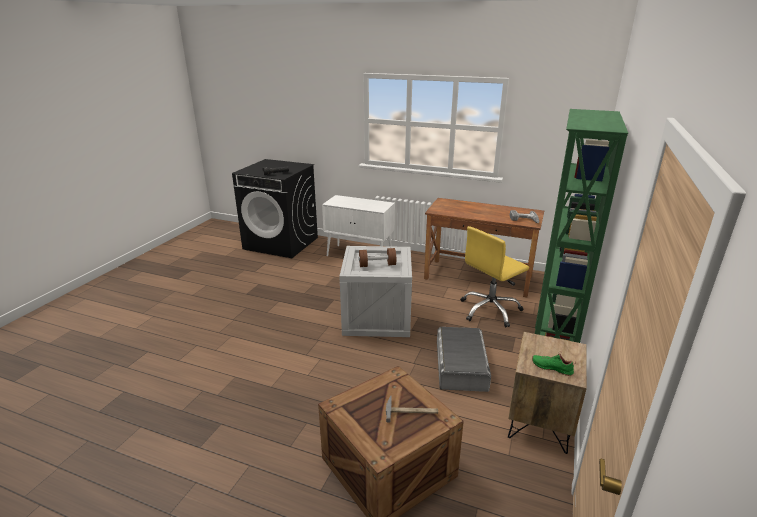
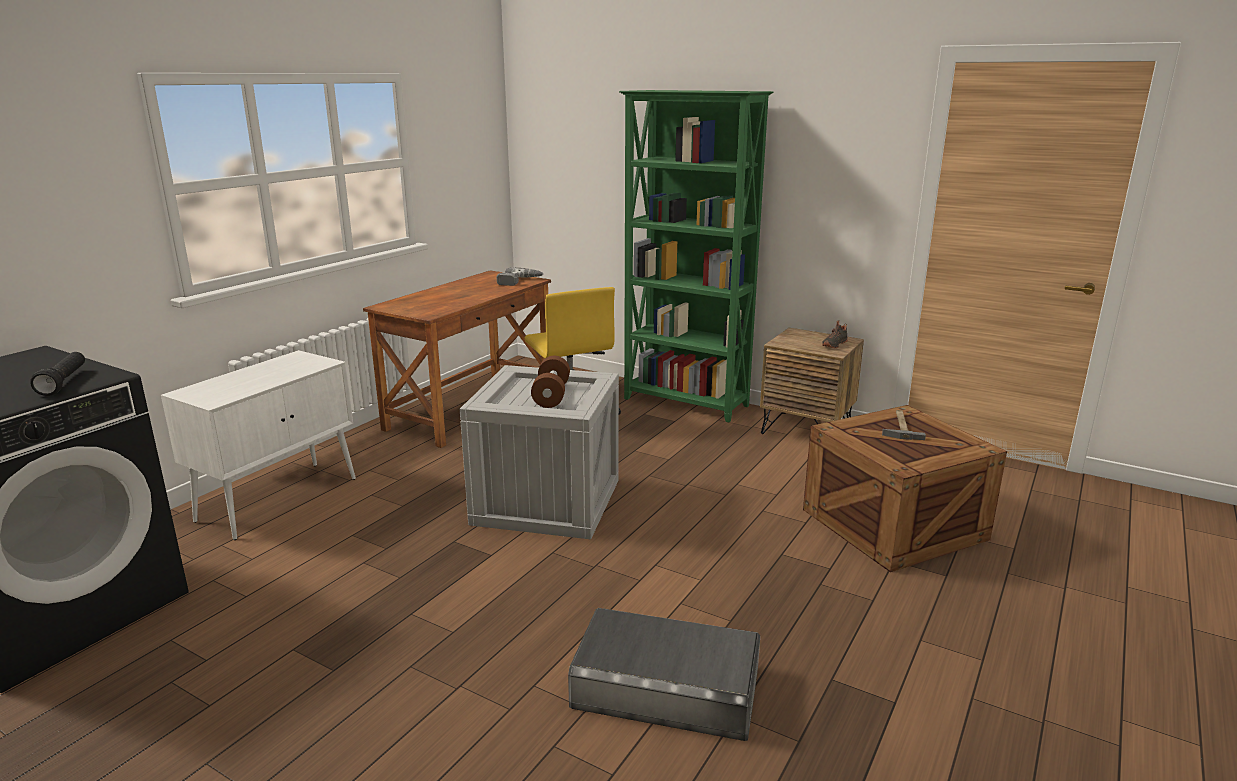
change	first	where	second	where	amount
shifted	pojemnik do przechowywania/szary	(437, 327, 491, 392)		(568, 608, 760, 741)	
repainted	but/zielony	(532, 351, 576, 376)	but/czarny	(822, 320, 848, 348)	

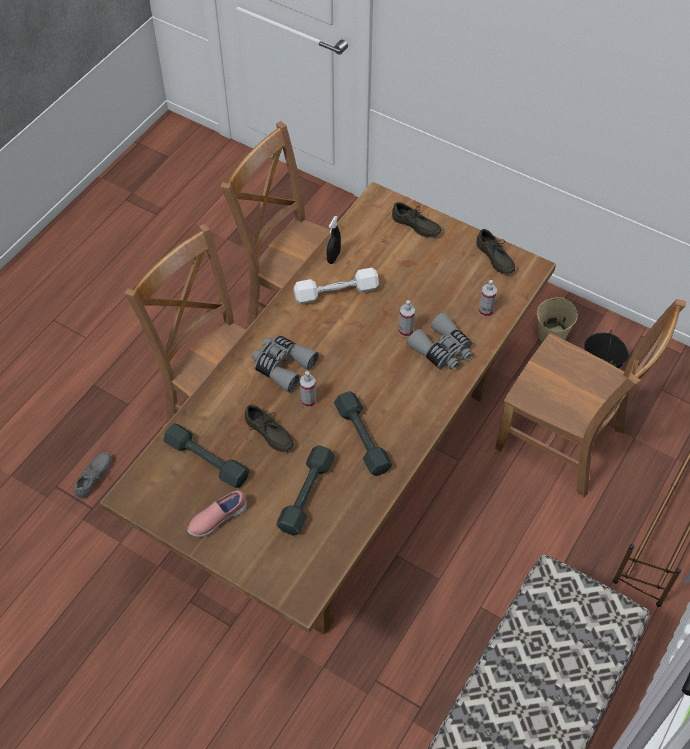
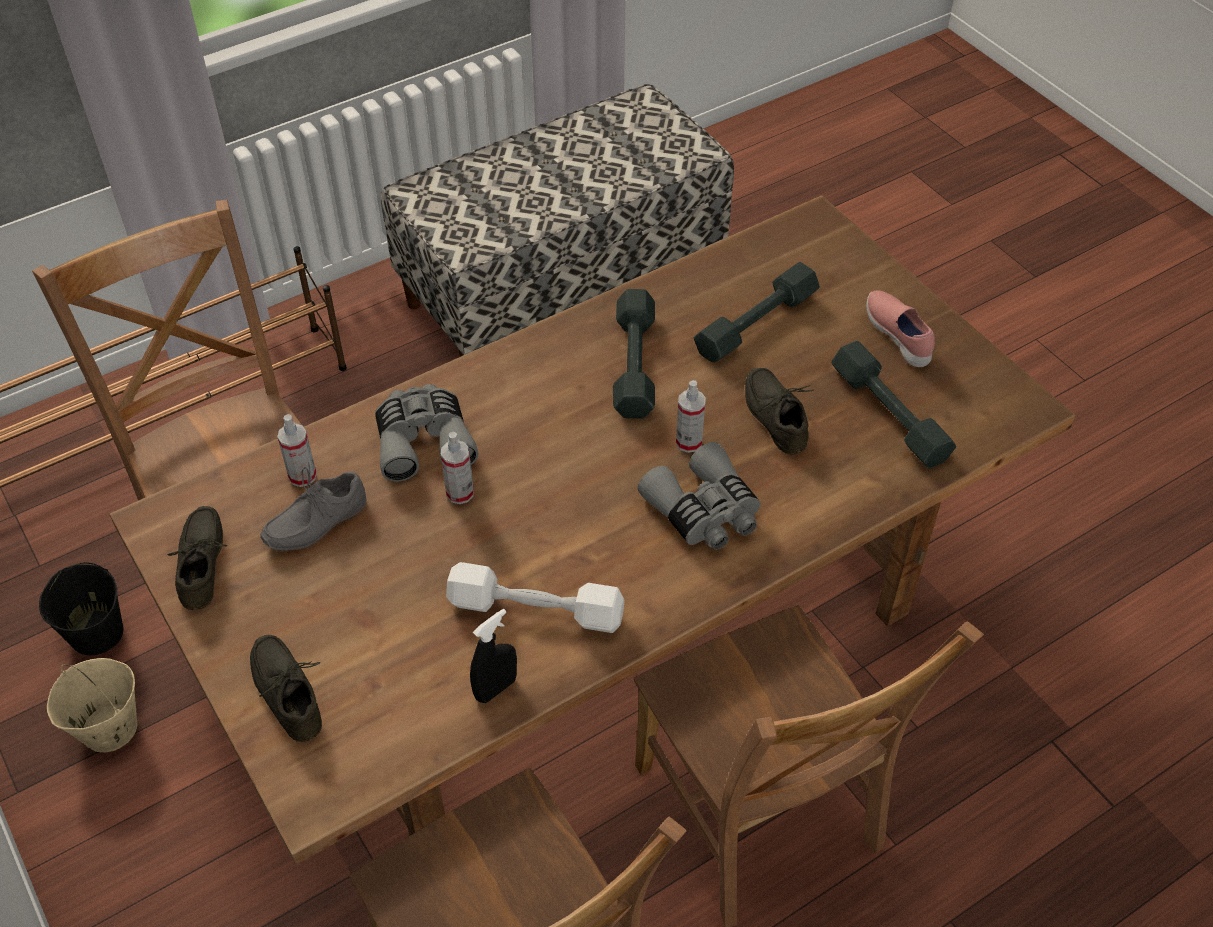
change	first	where	second	where	amount
shifted	but/szary	(74, 452, 112, 499)		(260, 462, 366, 551)	
rotated	but/różowy	(187, 490, 247, 537)		(866, 290, 935, 367)	105 degrees counterclockwise

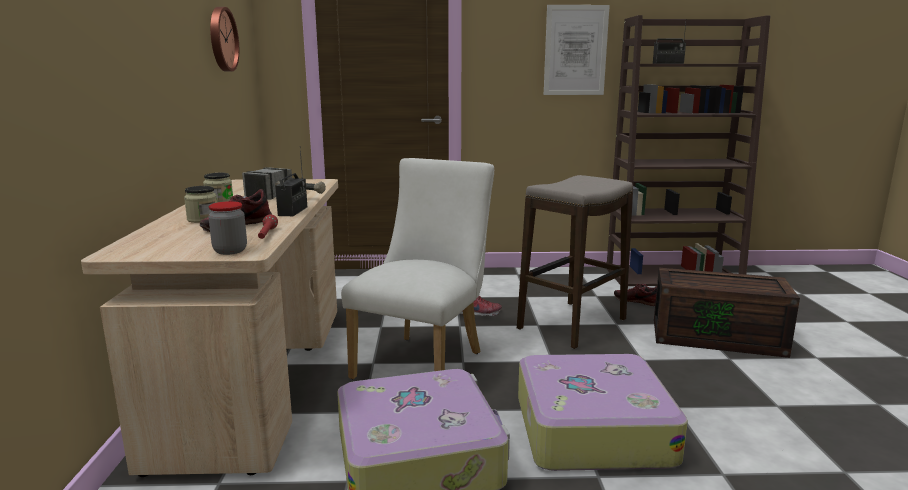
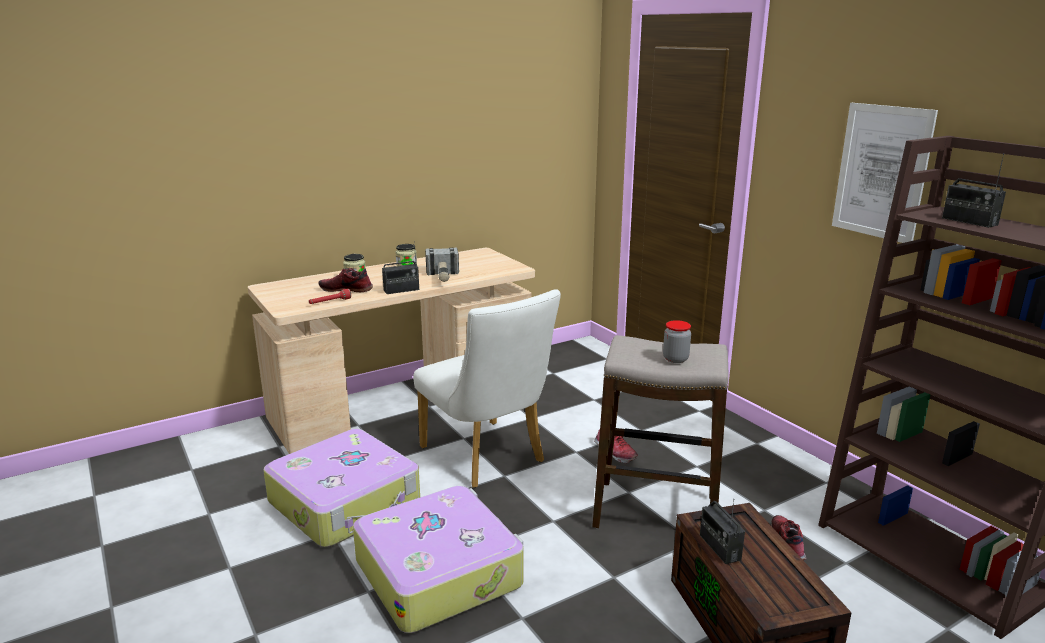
change	first	where	second	where	amount
shifted	słoik	(208, 201, 247, 255)		(663, 320, 691, 363)	
gone	zegar ścienny	(210, 7, 239, 71)			
rotated	krzesło/biały	(341, 158, 494, 379)		(413, 289, 561, 488)	60 degrees clockwise
new			radio	(700, 501, 745, 564)	

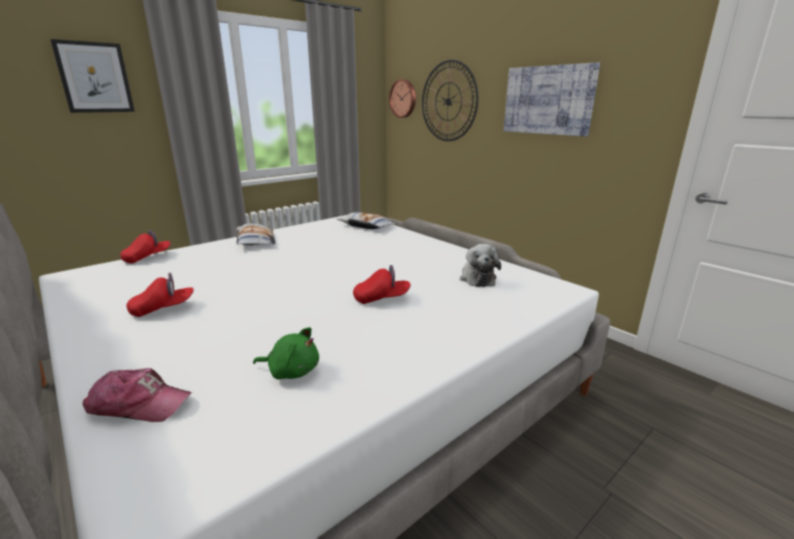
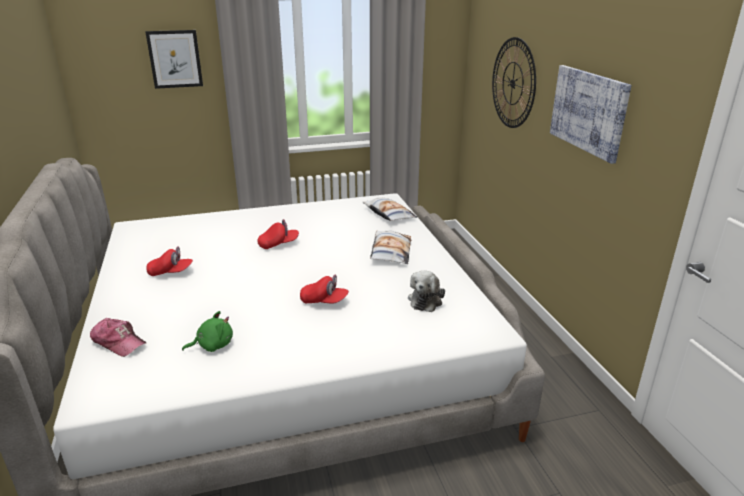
change	first	where	second	where	amount
shifted	czapka z daszkiem/czerwony	(120, 230, 171, 263)		(257, 219, 299, 249)	
shifted	poduszka	(237, 223, 276, 245)		(370, 230, 411, 264)	
rotated	pluszak/zielony	(253, 327, 319, 379)		(182, 311, 233, 352)	60 degrees counterclockwise
gone	zegar ścienny	(389, 79, 416, 118)			

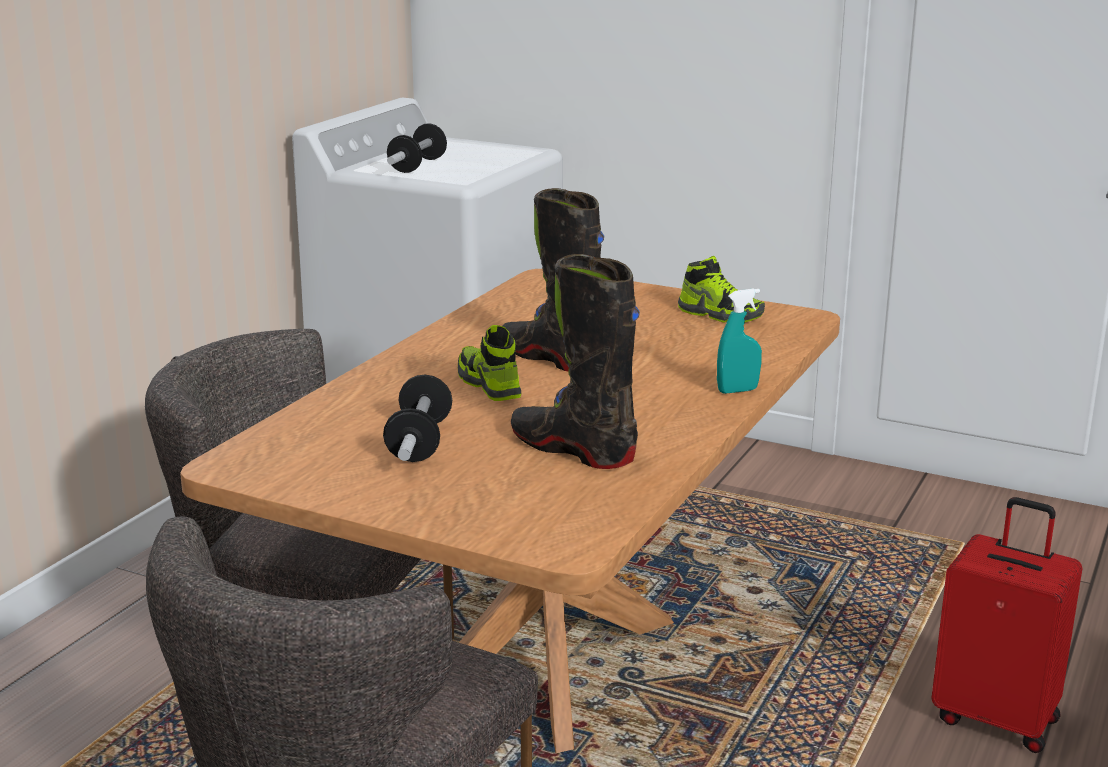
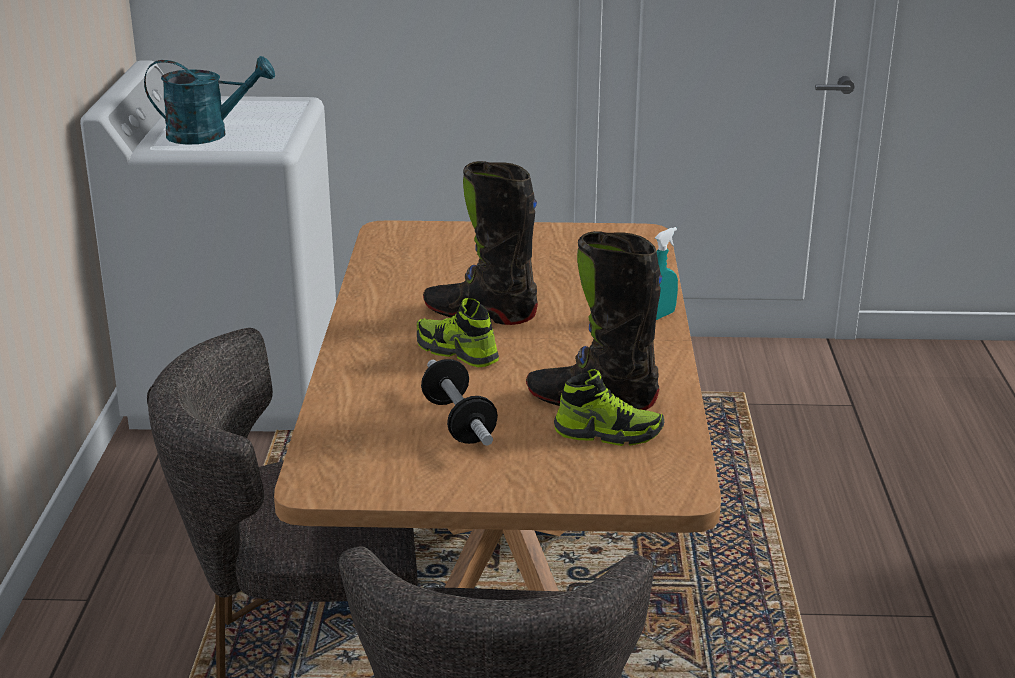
change	first	where	second	where	amount
swapped	hantel	(387, 123, 447, 173)	konewka/turkusowy	(144, 56, 275, 145)	
shifted	but	(678, 256, 765, 322)		(554, 369, 664, 446)	
gone	walizka/czerwony	(931, 497, 1083, 753)			

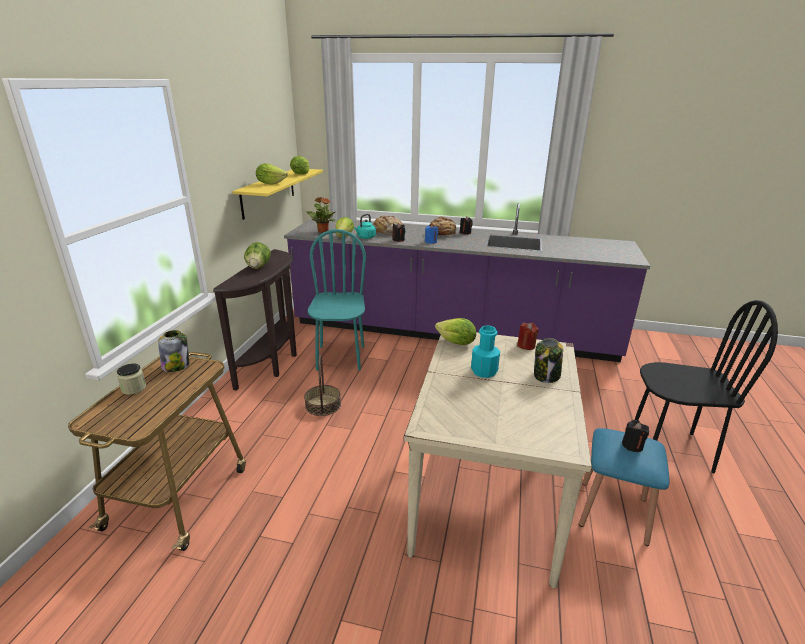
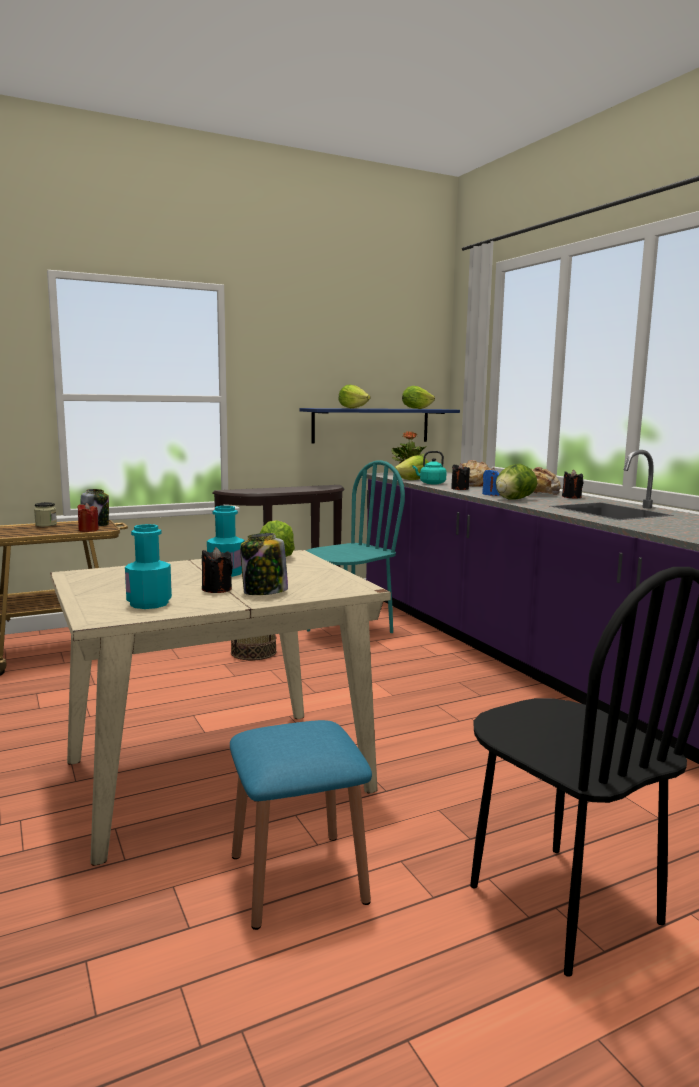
change	first	where	second	where	amount
repainted	półka/żółty	(232, 169, 323, 220)	półka/niebieski	(300, 408, 460, 444)	
shifted	sałata	(244, 242, 271, 269)		(496, 464, 537, 500)	
shifted	świeca/czerwony	(517, 323, 538, 350)		(77, 503, 99, 532)	
shifted	świeca/czarny	(622, 420, 649, 452)		(202, 547, 233, 593)	
new			butelka/turkusowy	(125, 524, 172, 609)	

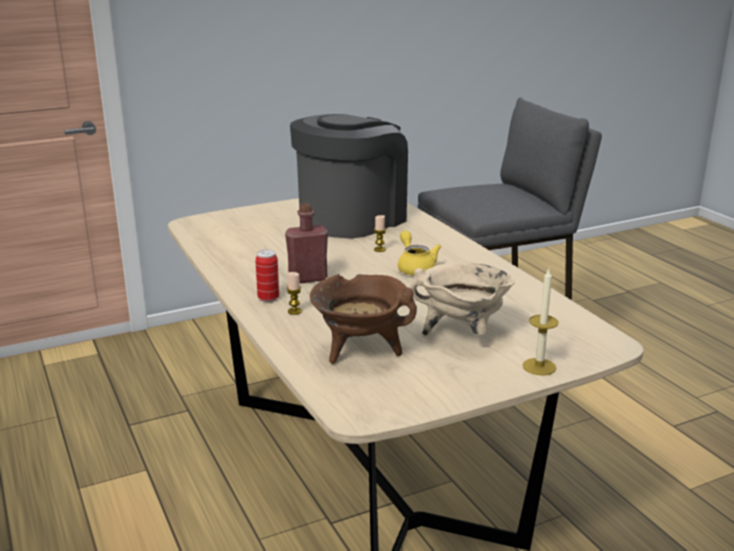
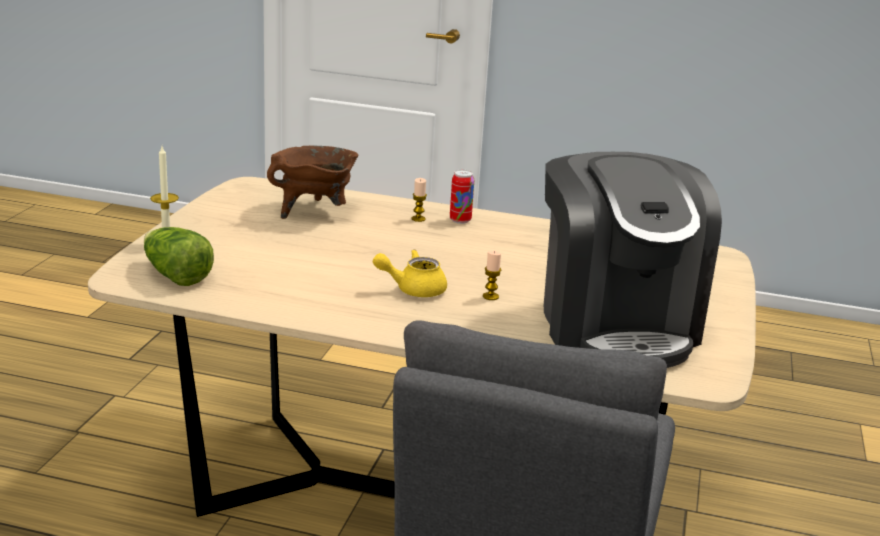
change	first	where	second	where	amount
gone	butelka/czerwony	(285, 203, 328, 283)			
rotated	imbryk/żółty	(398, 231, 441, 276)		(373, 249, 447, 297)	150 degrees clockwise
gone	garnek/beżowy	(410, 262, 515, 336)			
new			sałata	(144, 227, 214, 286)	

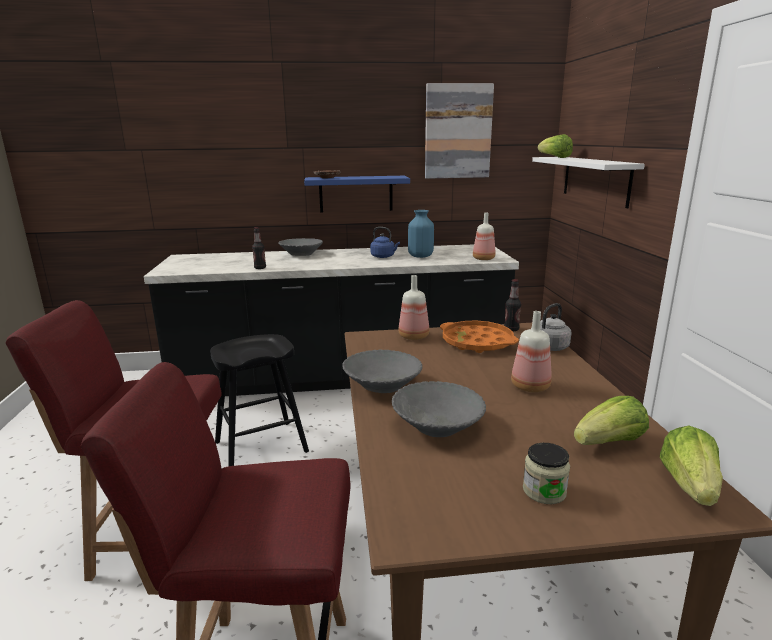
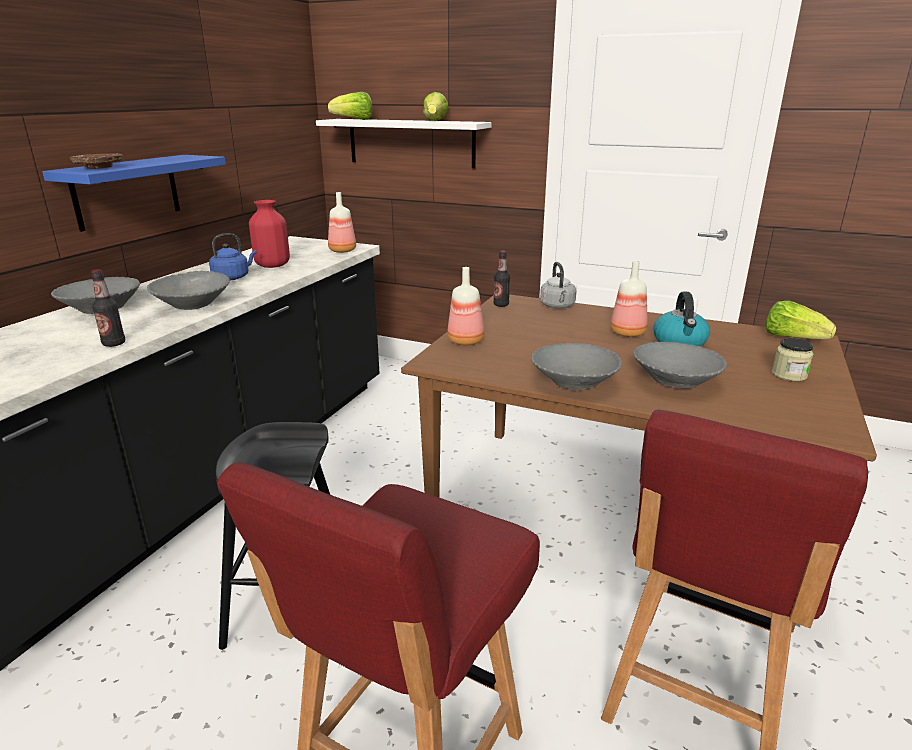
change	first	where	second	where	amount
repainted	wazon/niebieski	(408, 210, 434, 258)	wazon/czerwony	(249, 200, 290, 268)	
gone	obraz	(425, 83, 494, 179)			
gone	taca/pomarańczowy	(440, 321, 519, 353)			
shifted	sałata	(574, 396, 649, 445)		(423, 92, 449, 121)	
new			miska/szary	(147, 271, 230, 310)	
new			czajnik	(653, 292, 710, 346)	

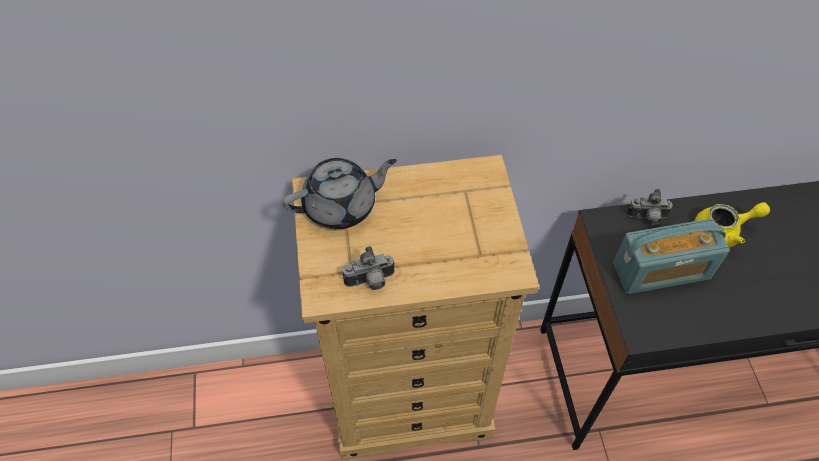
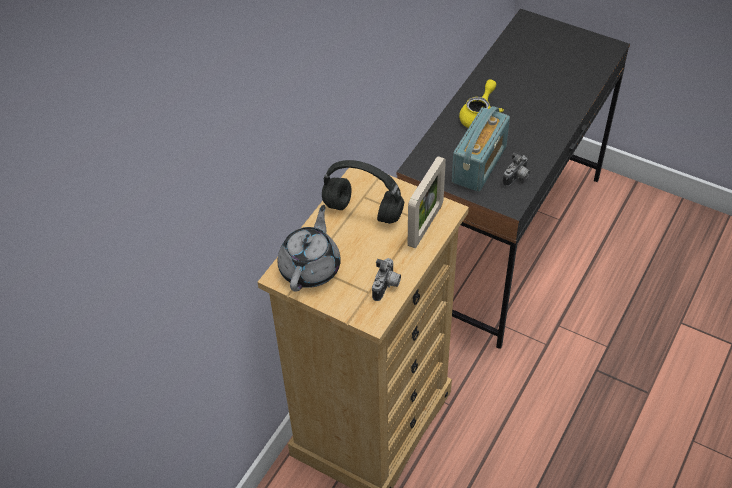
change	first	where	second	where	amount
shifted	aparat fotograficzny	(627, 189, 673, 225)		(503, 152, 530, 187)	
new			słuchawki/czarny	(322, 160, 404, 224)	
new			ramka na zdjęcie	(408, 156, 446, 248)	

